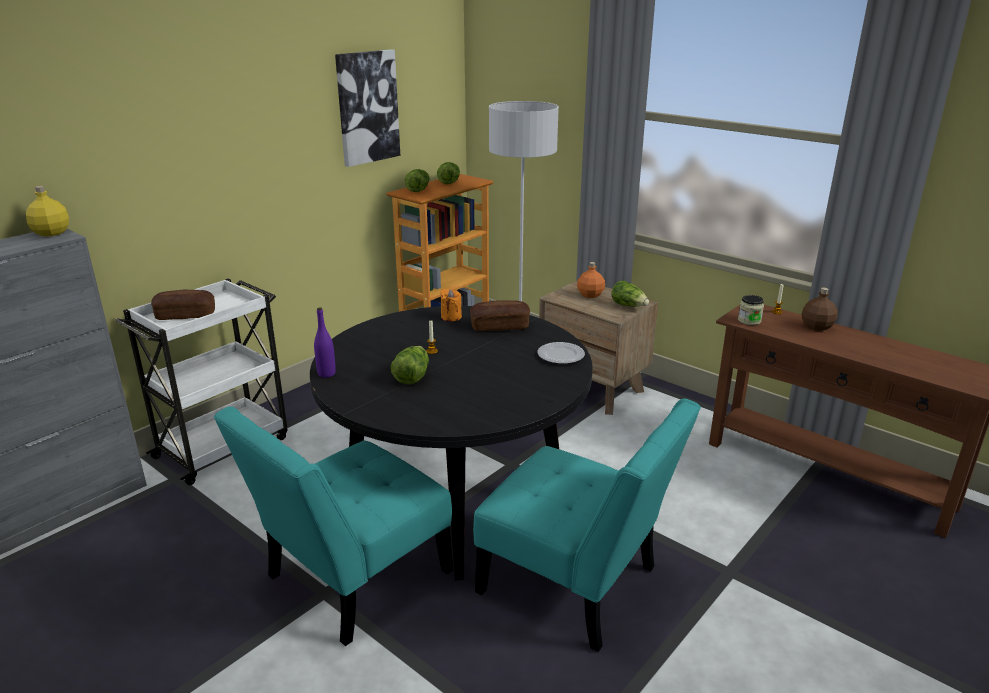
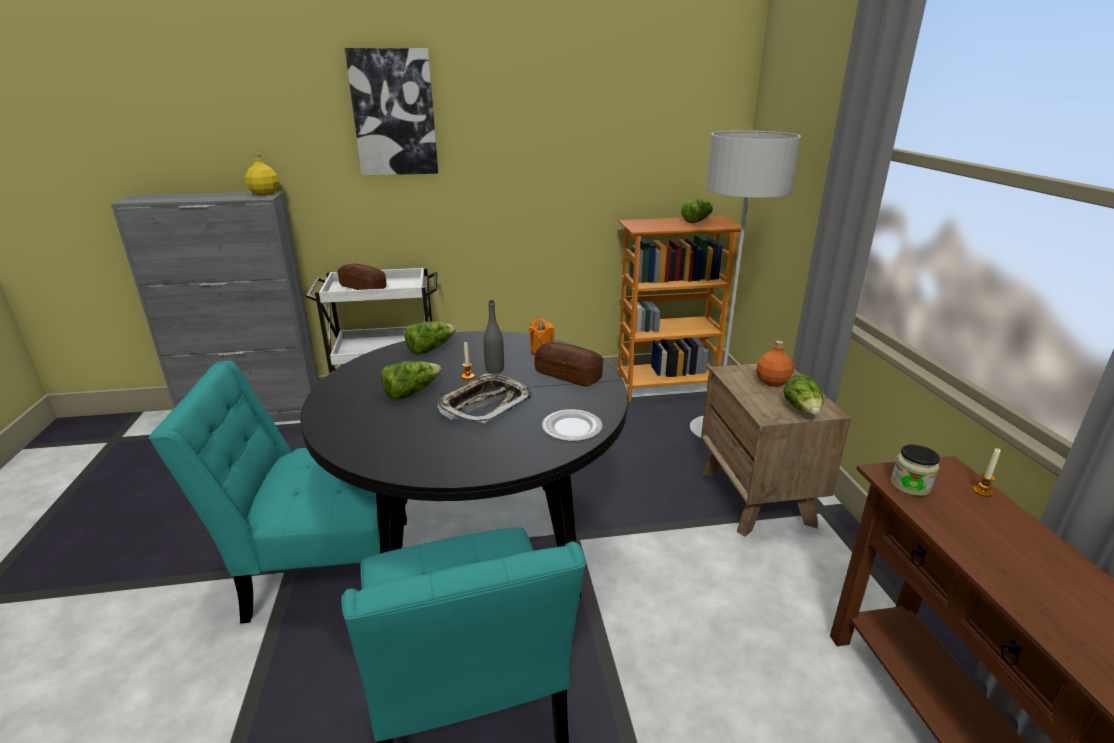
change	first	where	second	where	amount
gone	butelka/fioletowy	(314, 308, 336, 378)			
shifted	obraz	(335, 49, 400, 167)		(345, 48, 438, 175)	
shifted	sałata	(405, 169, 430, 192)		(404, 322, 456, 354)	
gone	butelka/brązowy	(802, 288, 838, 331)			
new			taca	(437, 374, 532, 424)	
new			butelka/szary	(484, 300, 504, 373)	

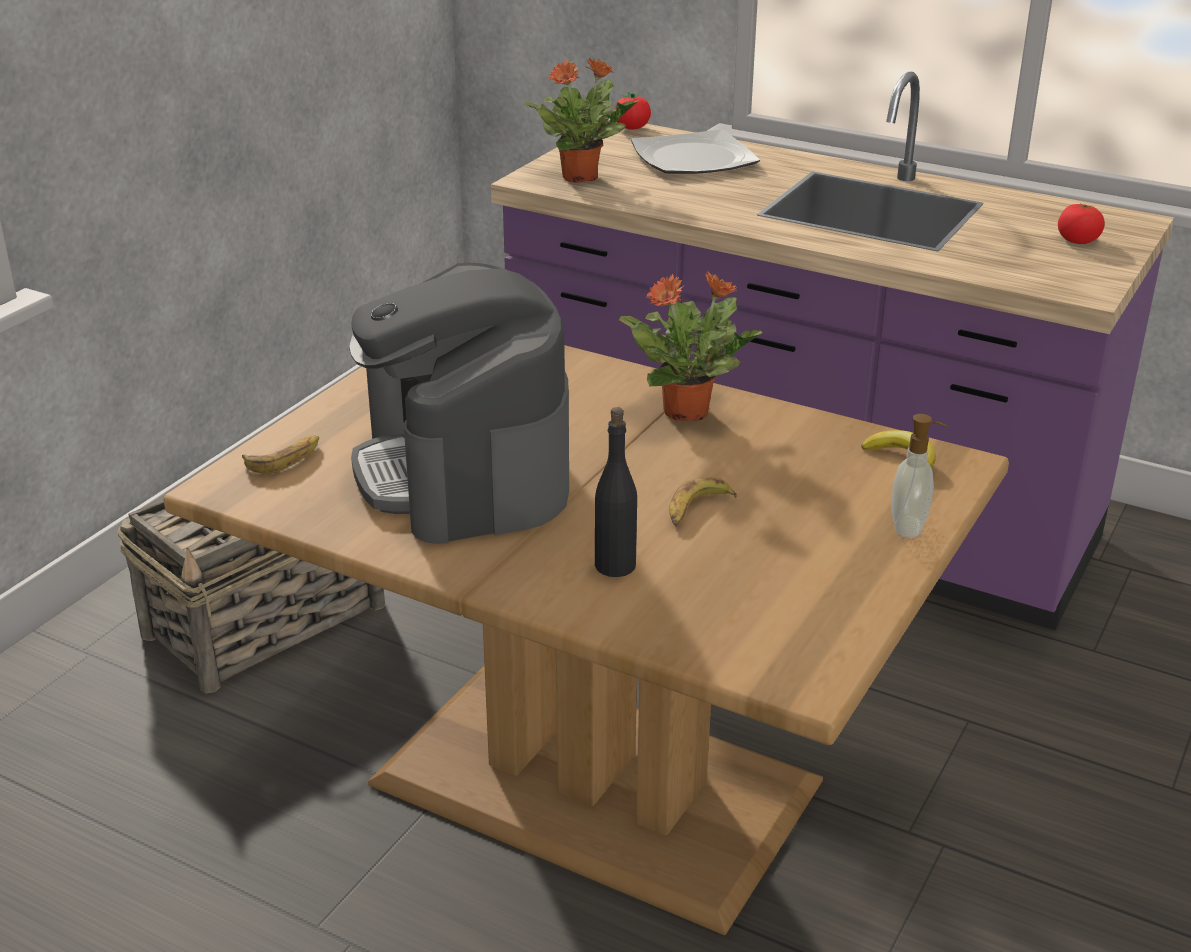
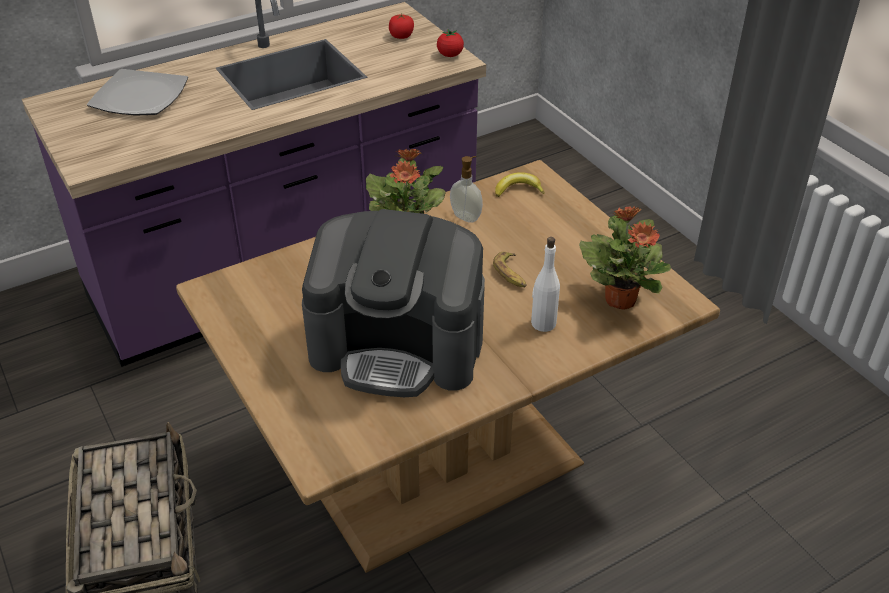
change	first	where	second	where	amount
gone	banan	(242, 436, 319, 474)			
shifted	roślina doniczkowa	(524, 58, 639, 183)		(579, 206, 671, 309)	
repainted	butelka/czarny	(595, 407, 637, 577)	butelka/biały	(531, 237, 560, 332)	
shifted	pomidor	(615, 92, 651, 130)		(437, 29, 464, 57)	
shifted	dozownik mydła	(892, 414, 947, 538)		(450, 156, 483, 223)	

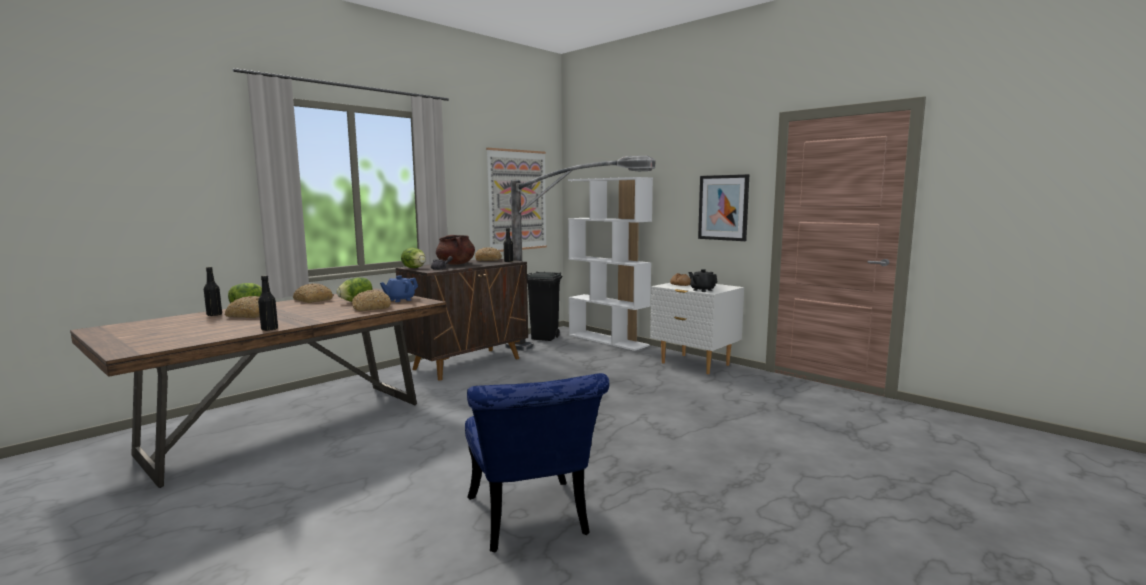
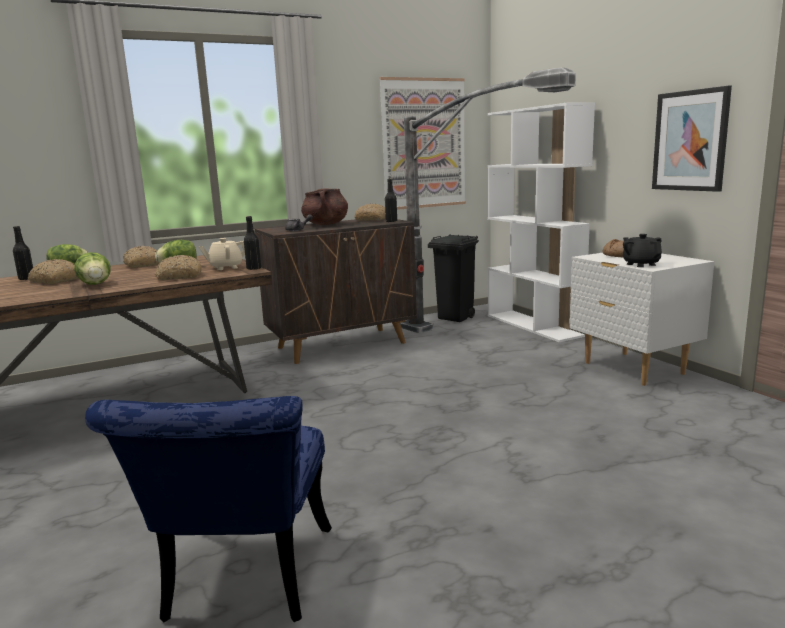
change	first	where	second	where	amount
shifted	butelka/czarny	(258, 275, 278, 331)		(244, 216, 261, 270)	
repainted	imbryk/niebieski	(380, 275, 418, 302)	imbryk/beżowy	(198, 238, 245, 270)	
shifted	sałata	(401, 247, 426, 268)		(74, 252, 111, 285)	

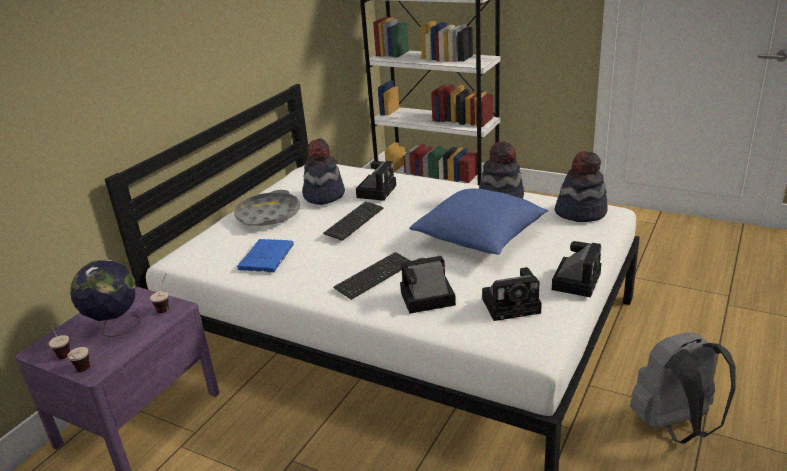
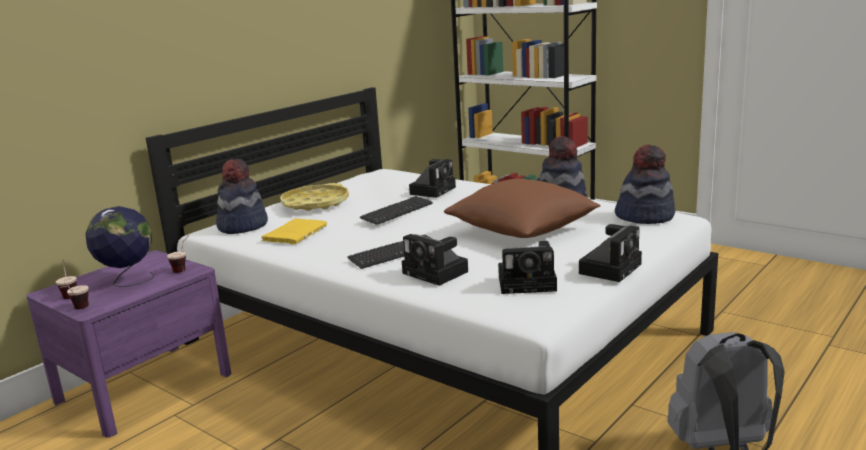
change	first	where	second	where	amount
repainted	taca/szary	(234, 190, 300, 226)	taca/żółty	(280, 183, 349, 211)	
repainted	książka/niebieski	(237, 239, 293, 272)	książka/żółty	(262, 219, 327, 244)	
shifted	kapelusz	(302, 139, 345, 205)		(216, 158, 268, 234)	
rotated	aparat fotograficzny	(400, 256, 456, 314)		(402, 234, 468, 286)	135 degrees counterclockwise
repainted	poduszka/niebieski	(409, 188, 548, 255)	poduszka/brązowy	(444, 179, 600, 238)	

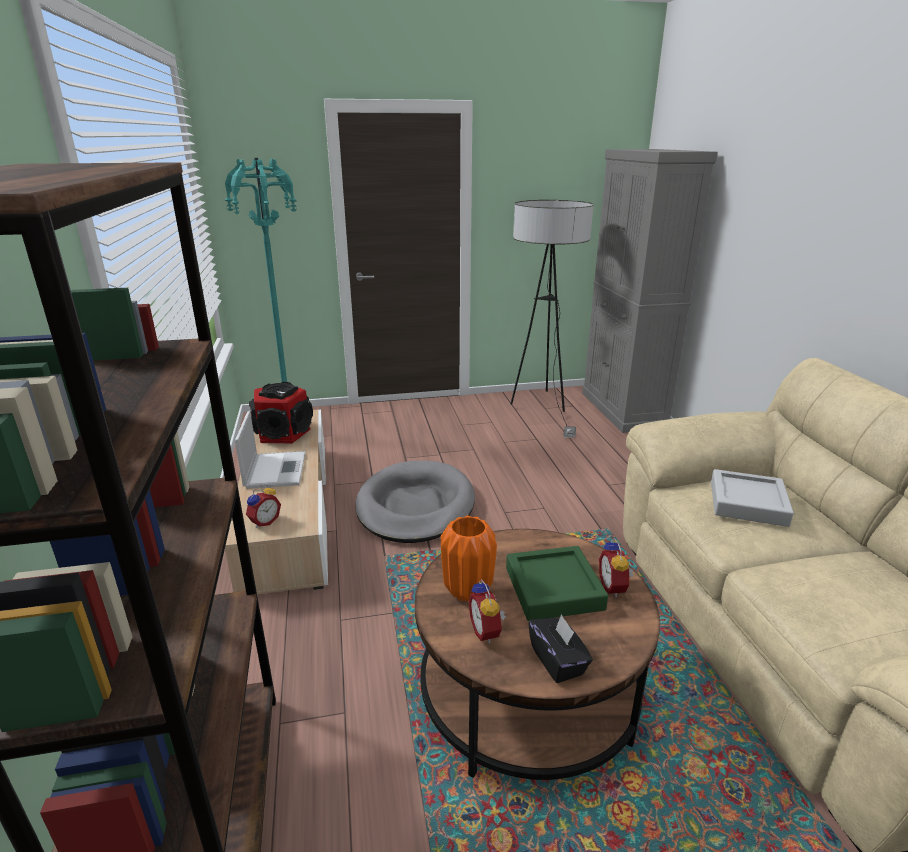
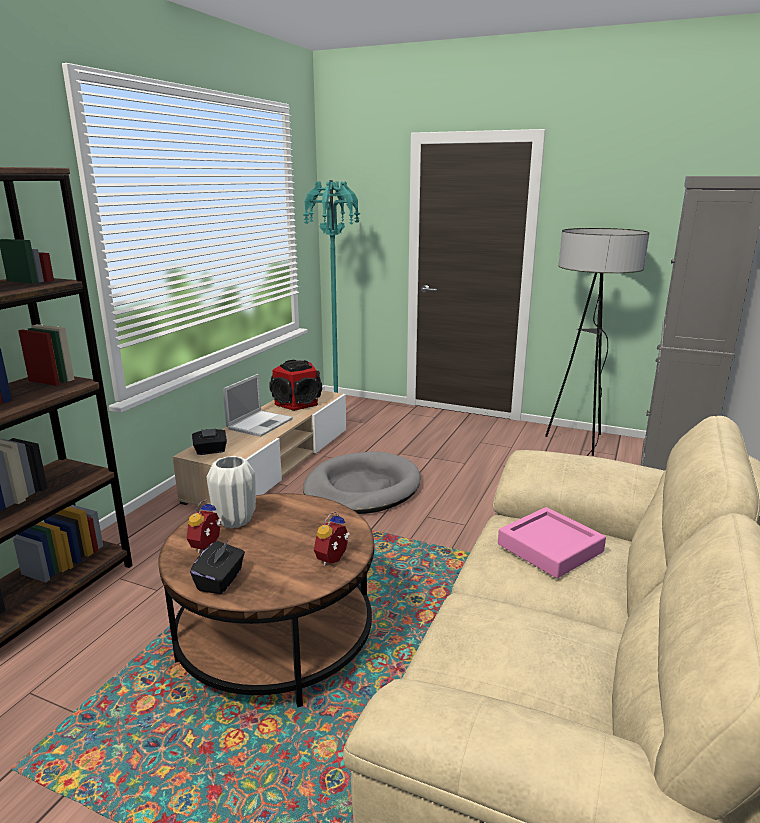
change	first	where	second	where	amount
swapped	budzik	(246, 484, 281, 528)	pudełko chusteczek/czarny	(192, 429, 227, 455)	
repainted	wazon/pomarańczowy	(441, 516, 497, 602)	wazon/biały	(207, 456, 256, 528)	
gone	taca/zielony	(506, 546, 608, 621)			
repainted	taca/szary	(711, 469, 794, 527)	taca/różowy	(498, 507, 606, 578)	

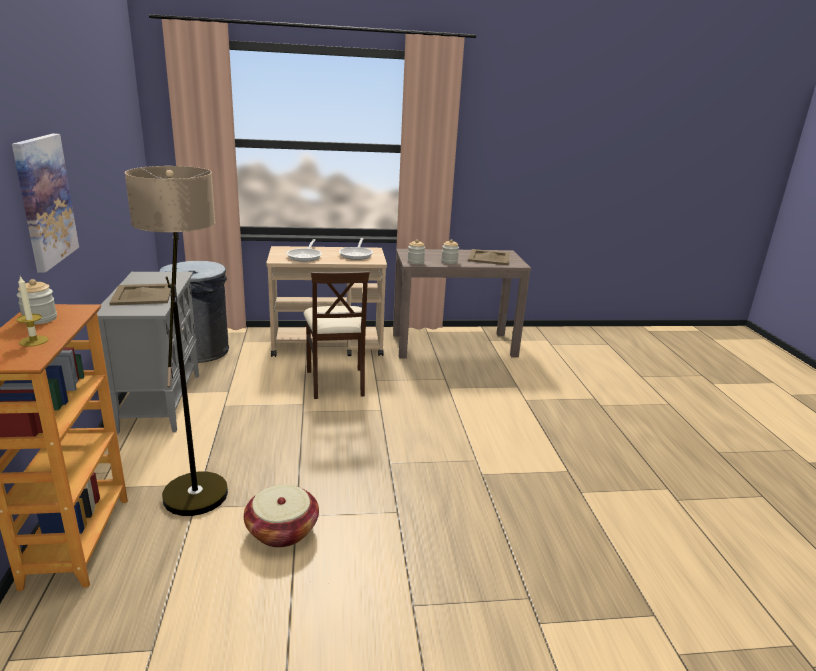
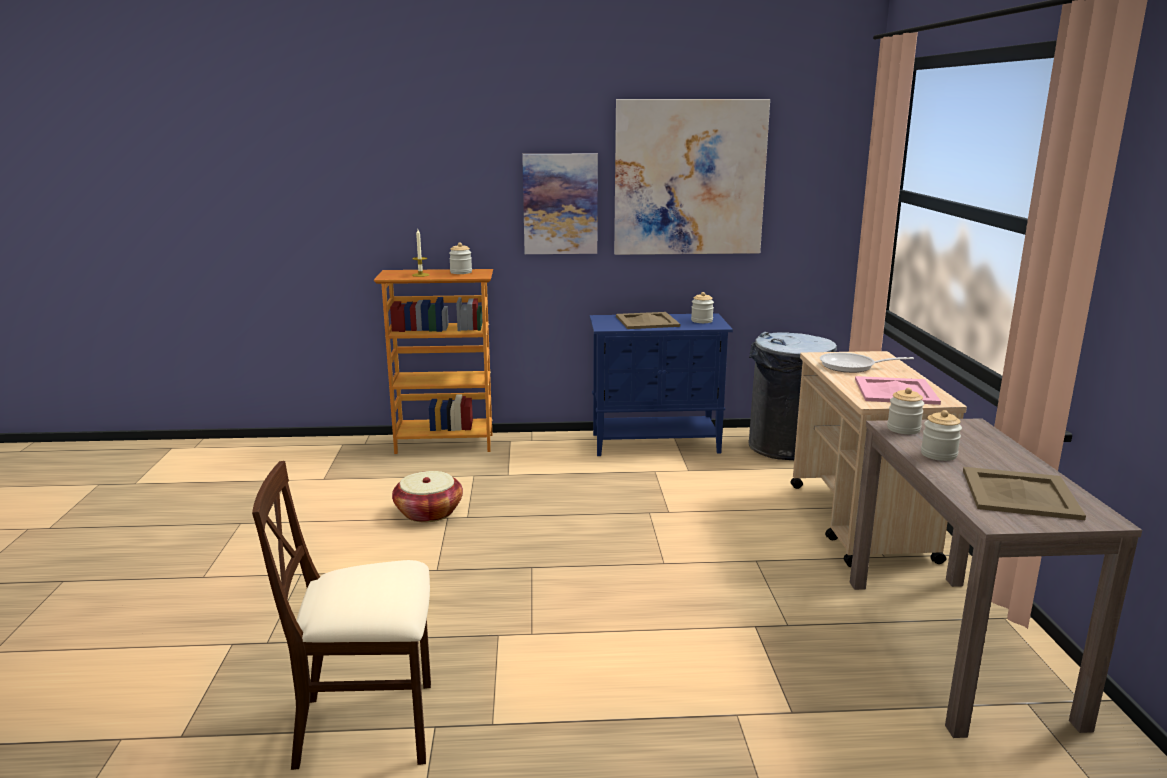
change	first	where	second	where	amount
repainted	szafka/szary	(97, 272, 199, 434)	szafka/niebieski	(590, 313, 733, 456)	
gone	lampa stojąca	(124, 166, 228, 516)			
shifted	krzesło/beżowy	(304, 271, 370, 399)		(252, 461, 431, 770)	
swapped	patelnia	(339, 238, 373, 260)	taca/różowy	(855, 376, 941, 405)	
new			obraz	(614, 99, 770, 255)	
new			słoik	(691, 292, 714, 323)	

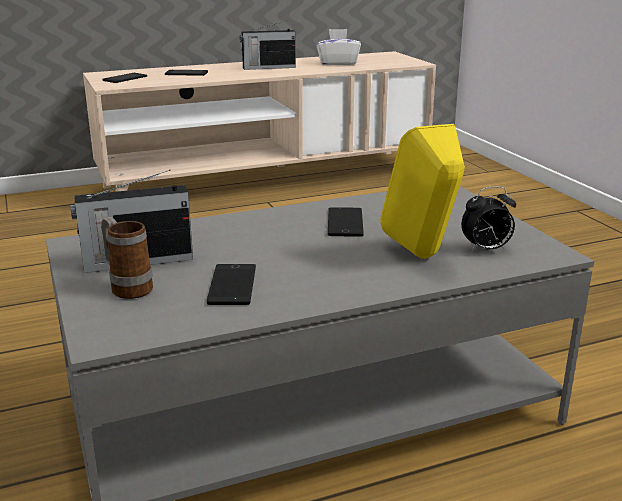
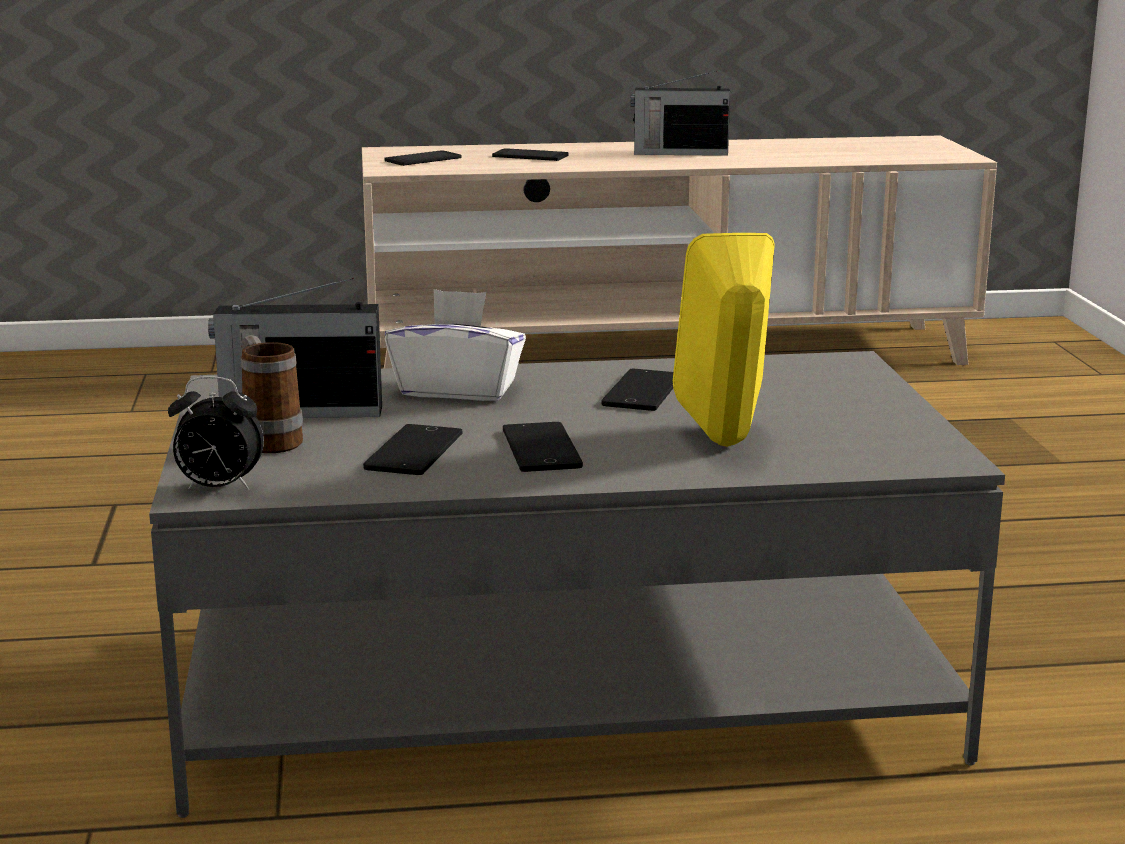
change	first	where	second	where	amount
shifted	pudełko chusteczek/biały	(316, 29, 361, 65)		(385, 289, 526, 401)	
shifted	budzik	(461, 186, 516, 252)		(168, 377, 264, 490)	
new			telefon	(503, 422, 583, 472)	

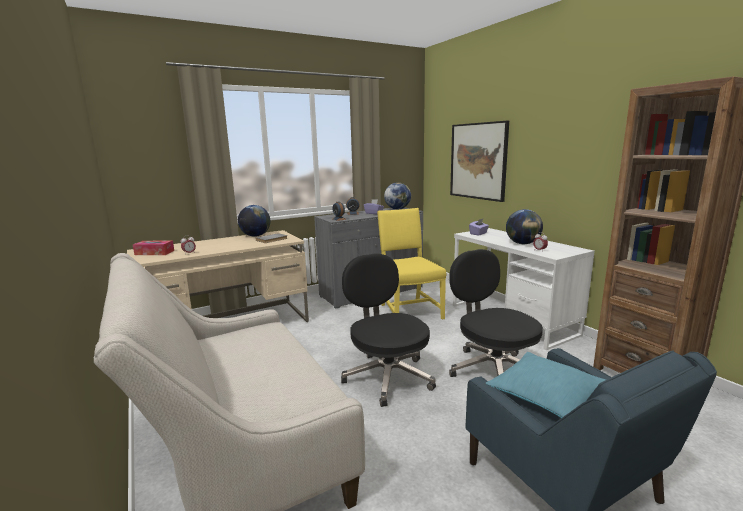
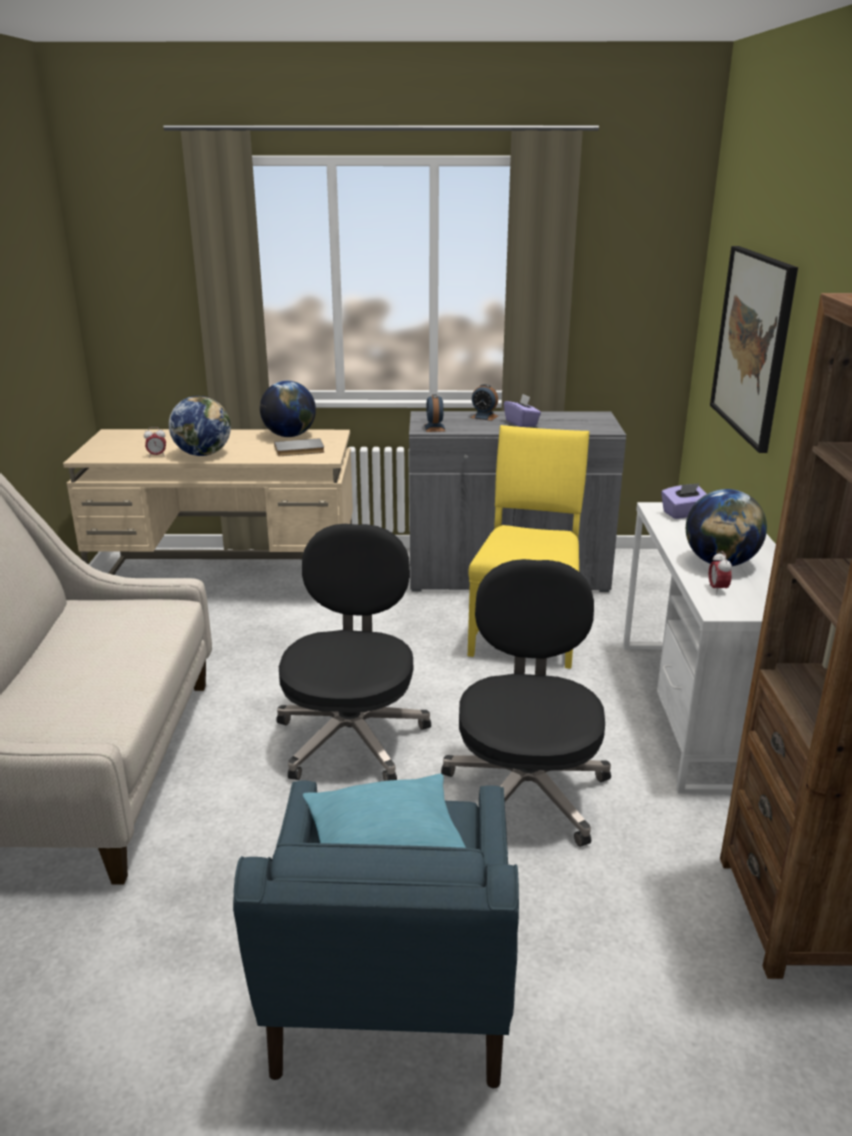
change	first	where	second	where	amount
gone	pudełko chusteczek	(133, 240, 174, 255)			
shifted	globus	(384, 182, 411, 209)		(169, 396, 231, 456)	

